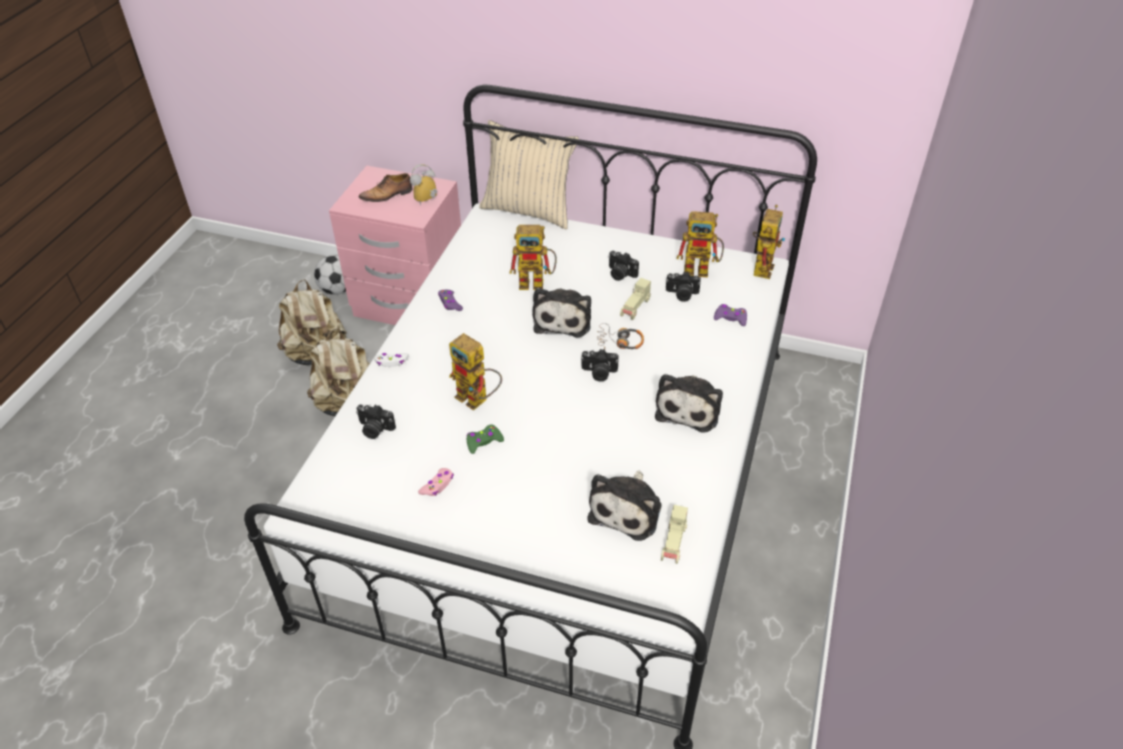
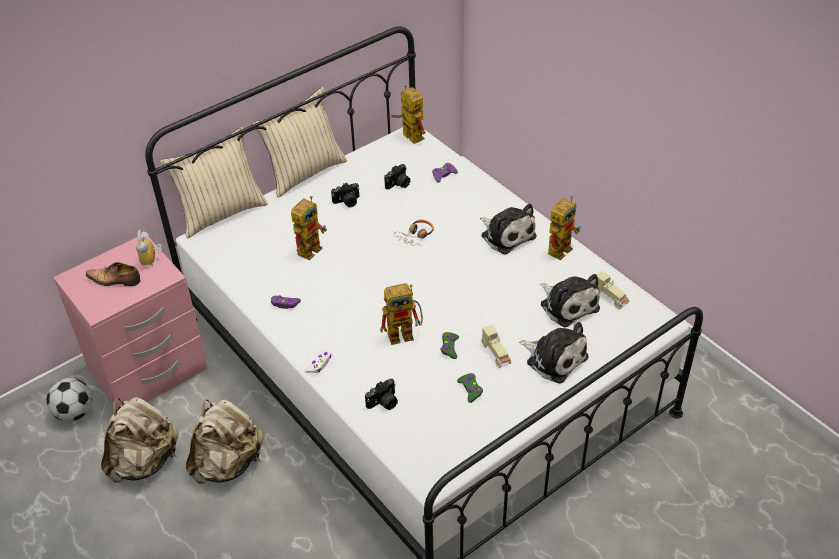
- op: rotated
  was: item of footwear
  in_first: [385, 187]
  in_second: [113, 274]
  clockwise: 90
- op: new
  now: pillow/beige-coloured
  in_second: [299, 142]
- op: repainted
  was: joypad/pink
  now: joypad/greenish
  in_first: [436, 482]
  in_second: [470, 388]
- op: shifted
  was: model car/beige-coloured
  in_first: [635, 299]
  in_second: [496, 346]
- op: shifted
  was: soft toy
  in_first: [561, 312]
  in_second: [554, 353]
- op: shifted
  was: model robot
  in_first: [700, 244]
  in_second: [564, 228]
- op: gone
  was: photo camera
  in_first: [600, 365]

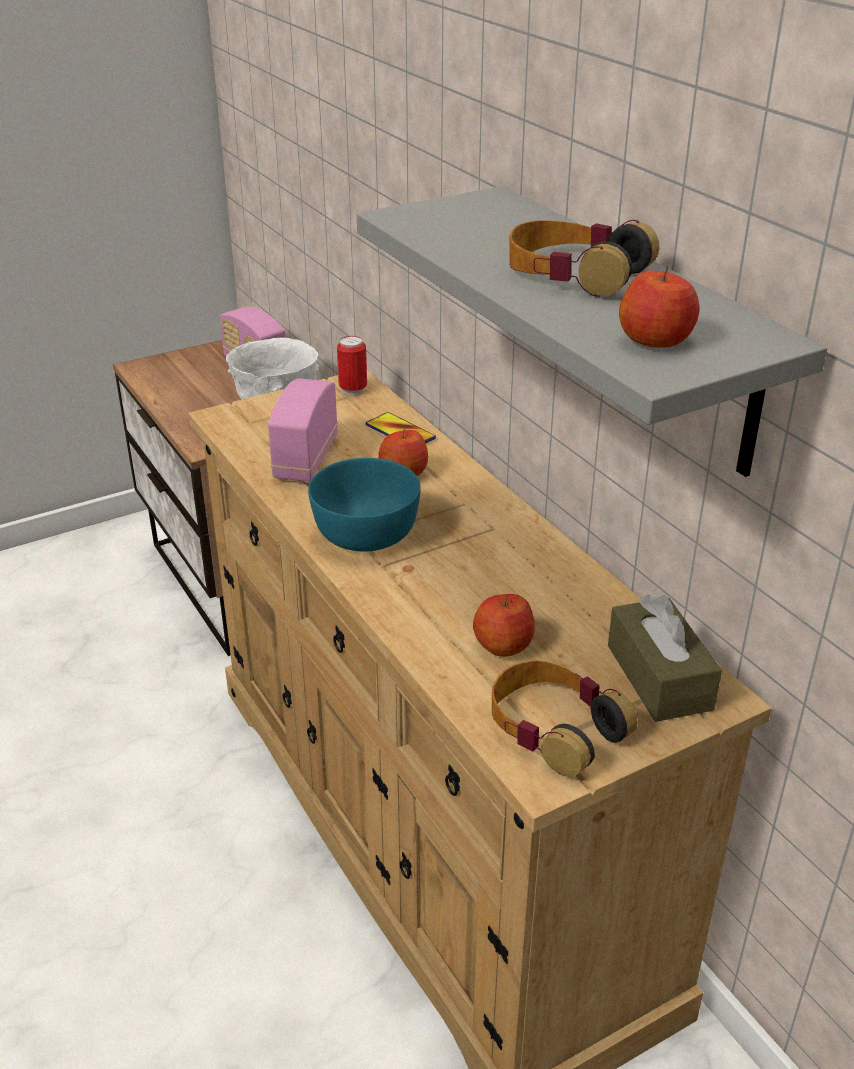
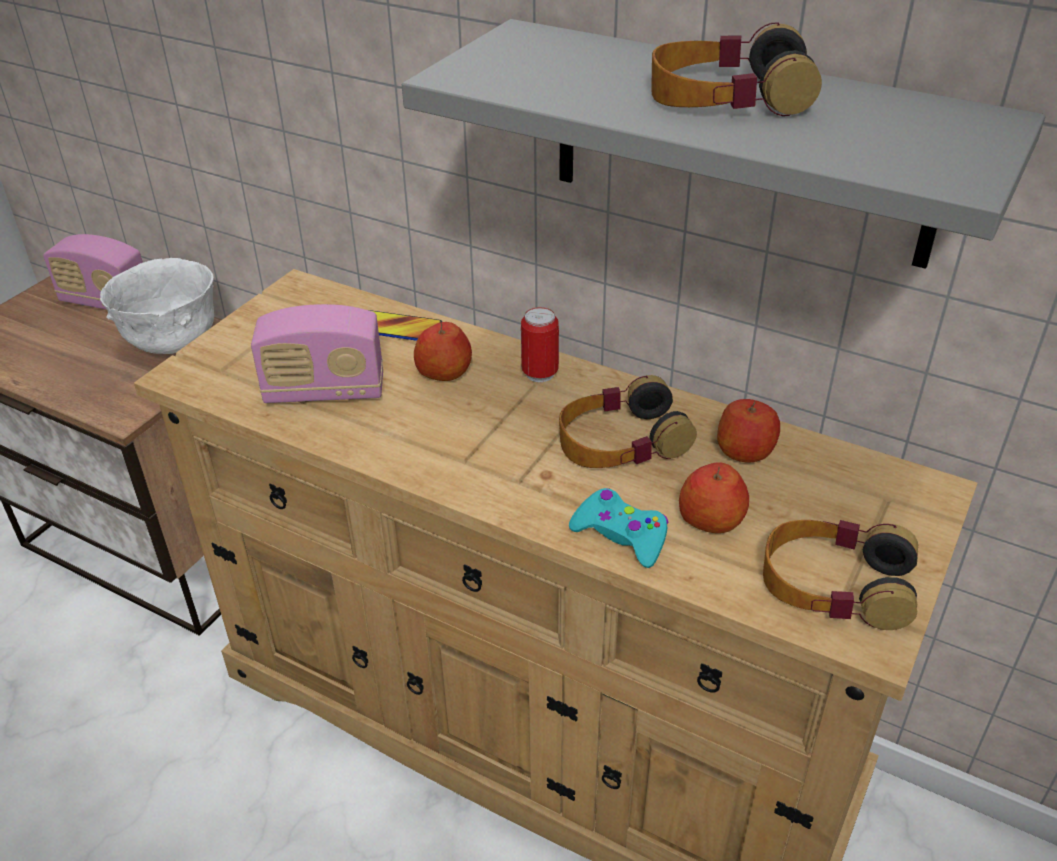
- op: rotated
  was: radio
  in_first: [303, 430]
  in_second: [317, 353]
  clockwise: -75
- op: shifted
  was: can
  in_first: [352, 365]
  in_second: [540, 344]
- op: new
  now: headset
  in_second: [628, 421]
- op: new
  now: joypad/blue-green
  in_second: [619, 528]
- op: shifted
  was: apple fruit
  in_first: [659, 307]
  in_second: [748, 430]
- op: gone
  was: serving bowl/blue-green
  in_first: [364, 505]
- op: gone
  was: box of tissues/brown-coloured
  in_first: [665, 658]

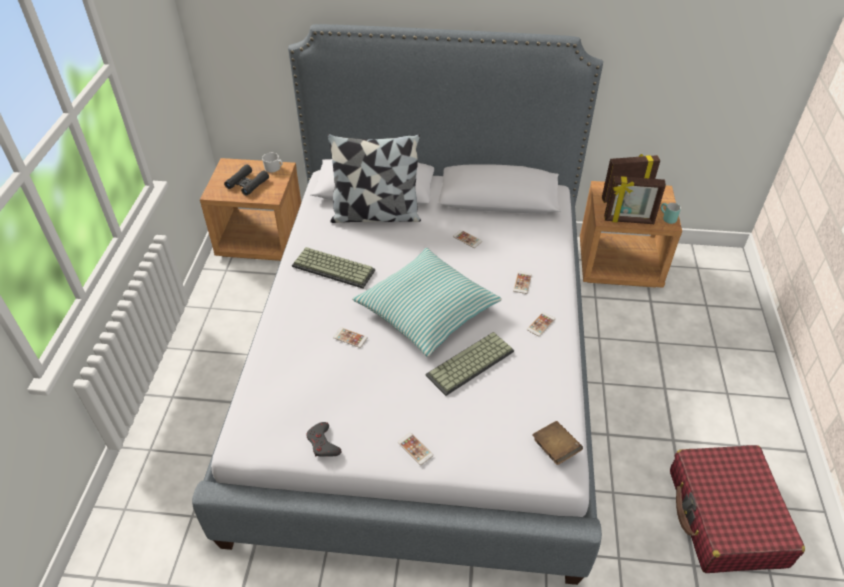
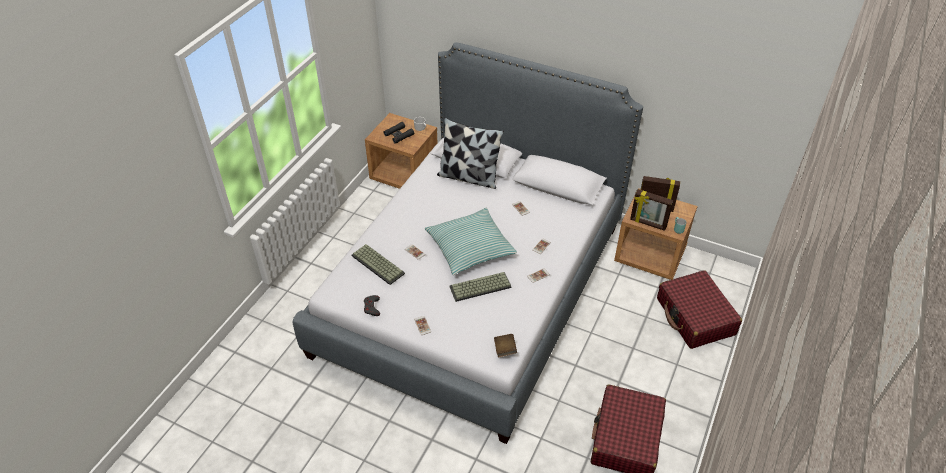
- op: shifted
  was: keyboard
  in_first: [333, 268]
  in_second: [378, 264]
- op: new
  now: piece of luggage/reddish
  in_second: [699, 309]

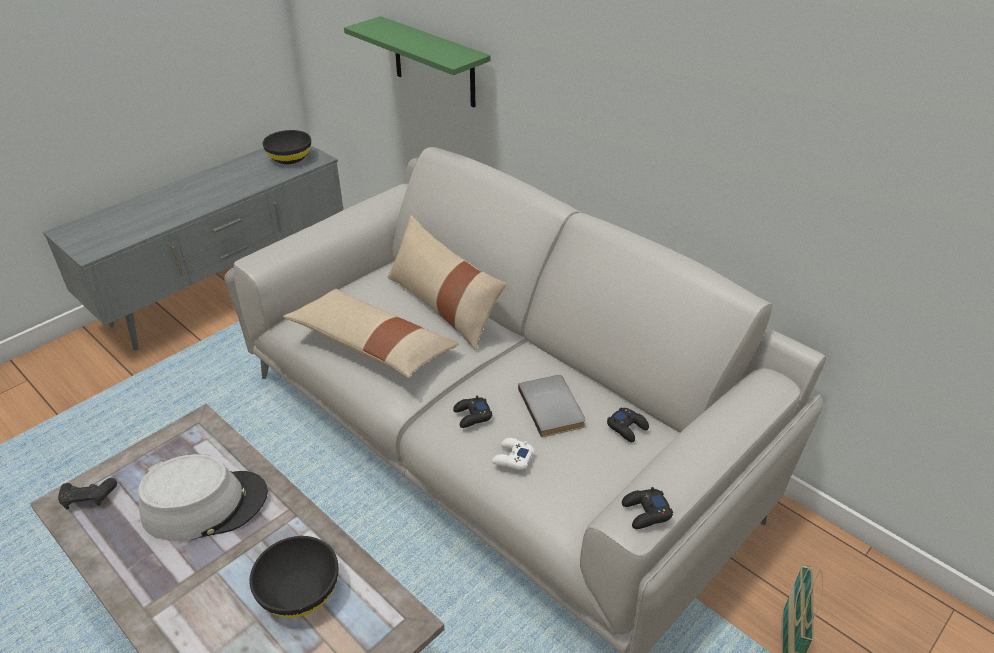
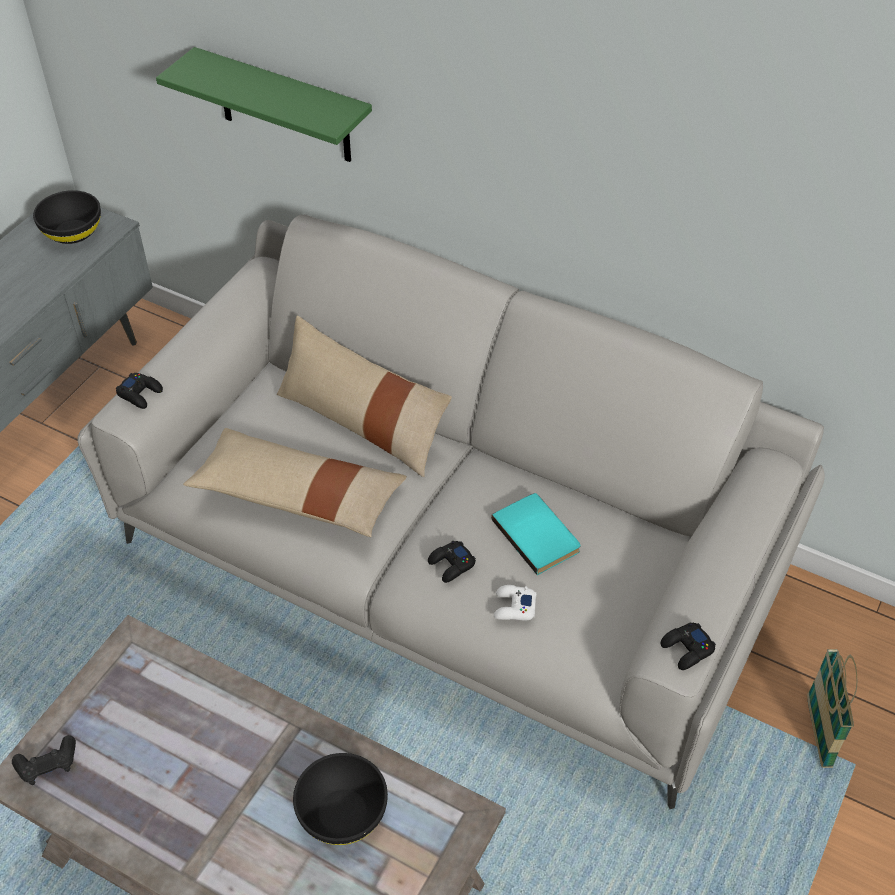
- op: shifted
  was: joypad/blackish
  in_first: [628, 424]
  in_second: [139, 391]
- op: repainted
  was: book/gray
  now: book/blue-green
  in_first: [552, 406]
  in_second: [536, 534]
- op: gone
  was: clothing hat/gray
  in_first: [203, 497]

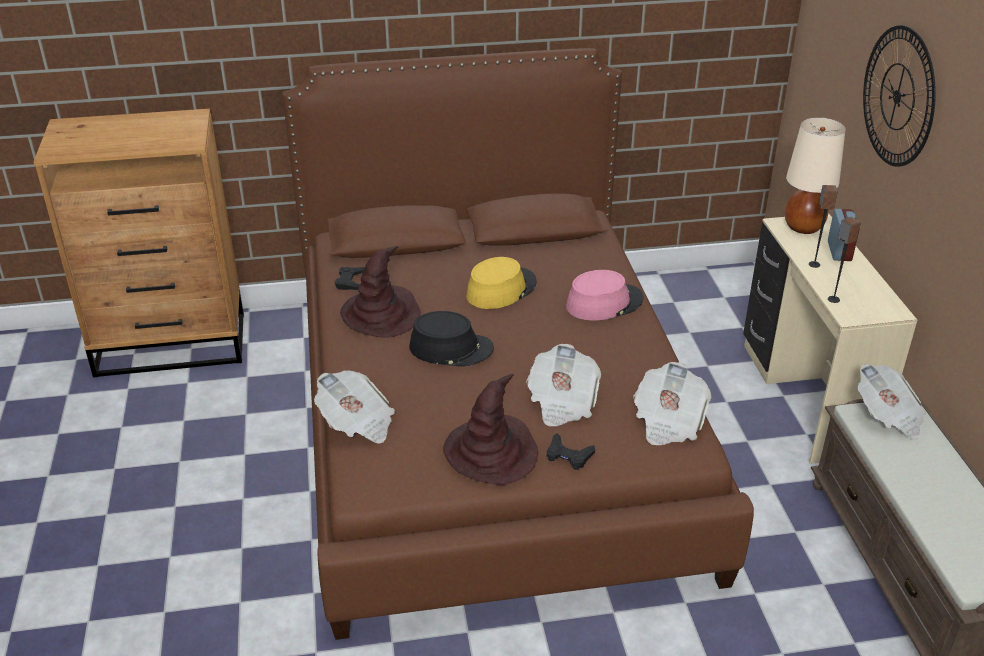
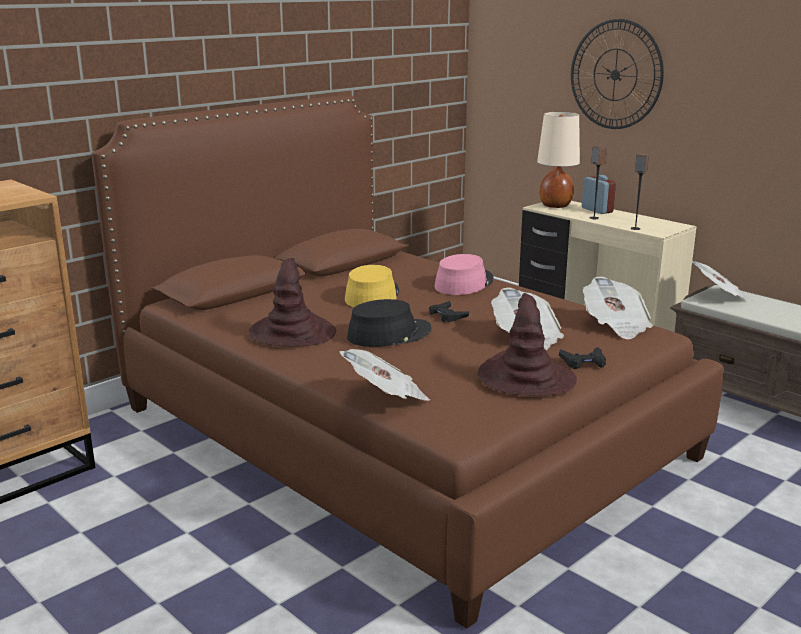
- op: shifted
  was: joypad/blackish
  in_first: [349, 278]
  in_second: [449, 311]

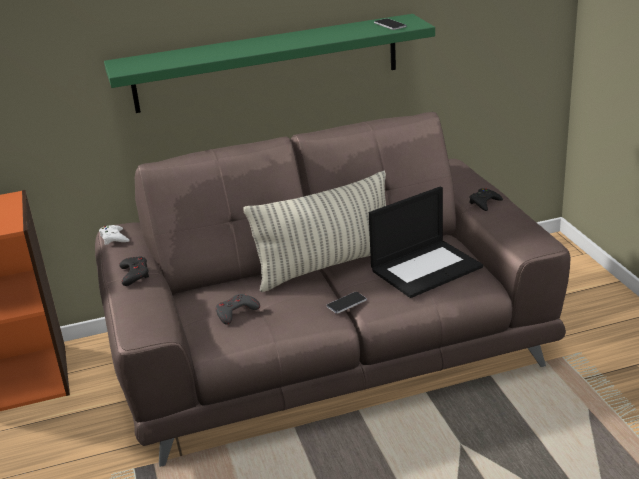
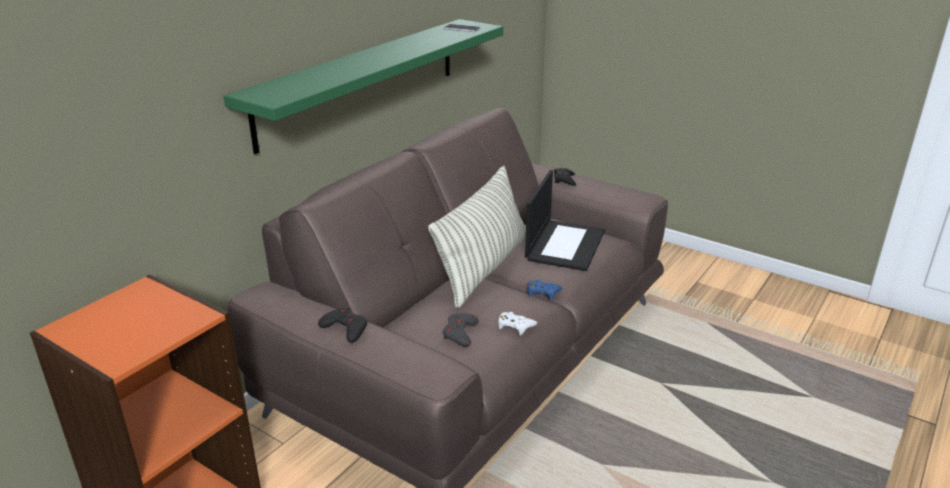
- op: shifted
  was: joypad/white-coloured
  in_first: [114, 235]
  in_second: [517, 323]
- op: swapped
  was: telephone
  now: joypad/bluish
  in_first: [346, 303]
  in_second: [545, 290]

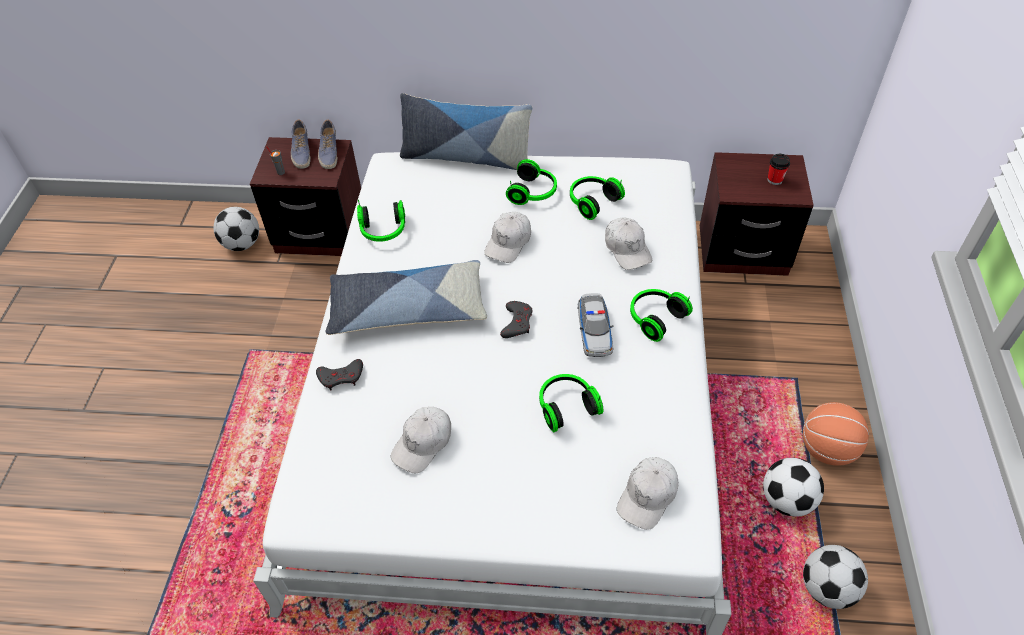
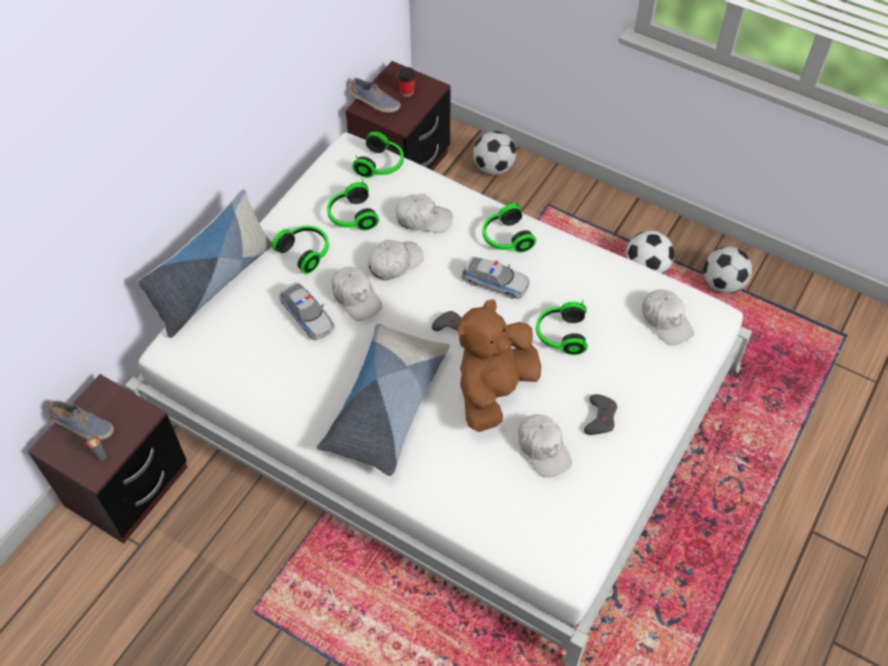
- op: new
  now: model car
  in_second: [307, 311]
- op: shifted
  was: item of footwear
  in_first: [327, 144]
  in_second: [374, 95]
- op: shifted
  was: headset
  in_first: [381, 221]
  in_second: [378, 155]
- op: new
  now: cap/white-coloured
  in_second: [396, 260]
- op: new
  now: soft toy/brown-coloured
  in_second: [499, 365]
- op: shifted
  was: ball for football
  in_first: [236, 229]
  in_second: [494, 153]
- op: shifted
  was: joypad/gray
  in_first: [339, 374]
  in_second: [600, 414]
- op: gone
  was: ball for basketball
  in_first: [836, 434]

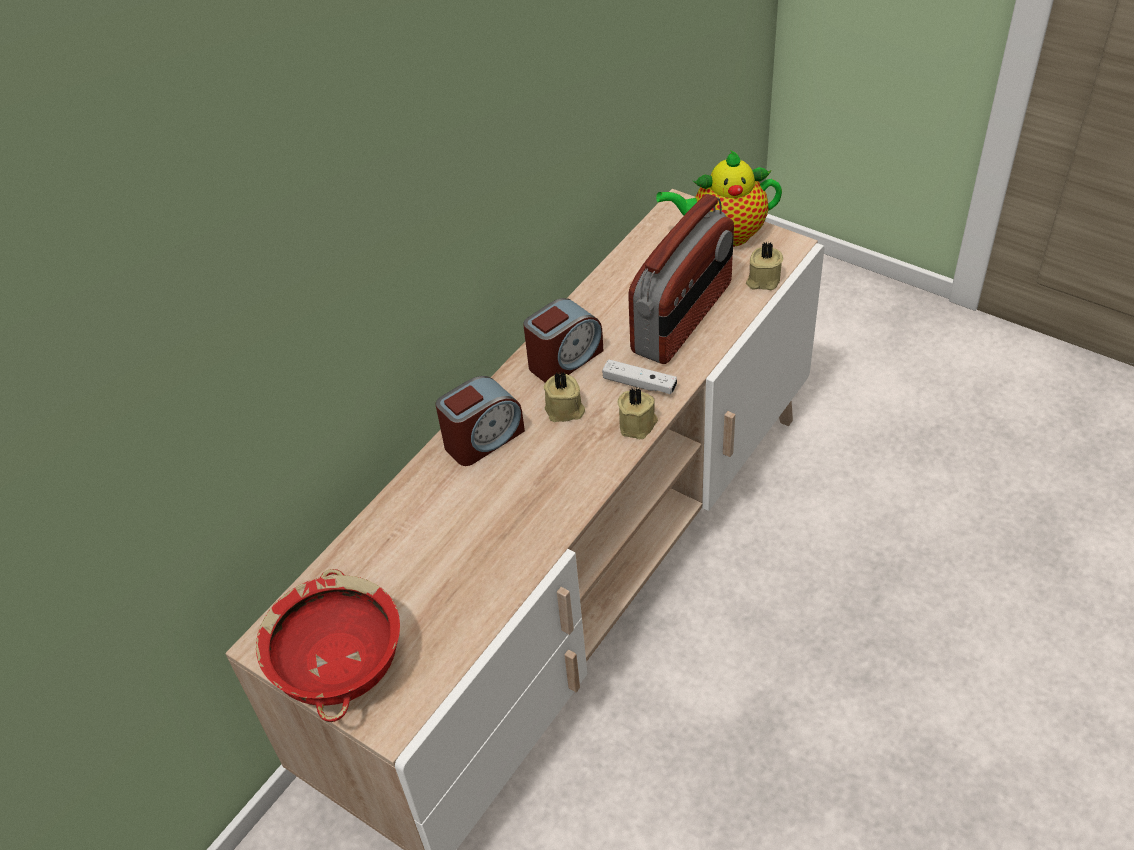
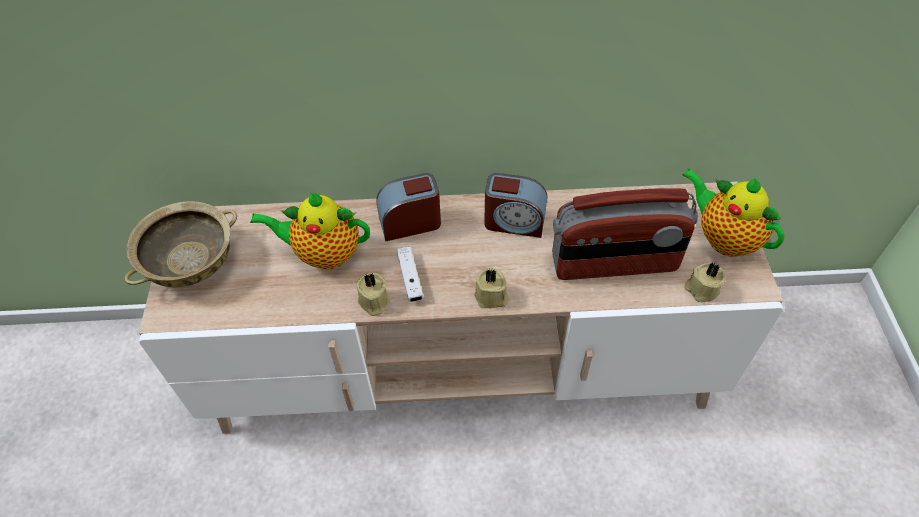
- op: repainted
  was: serving bowl/reddish
  now: serving bowl/beige-coloured
  in_first: [328, 645]
  in_second: [181, 244]
- op: new
  now: pot for tea
  in_second: [310, 230]
- op: shifted
  was: wax light/beige-coloured
  in_first: [564, 396]
  in_second: [373, 294]
- op: rotated
  was: alarm clock
  in_first: [480, 421]
  in_second: [408, 207]
  clockwise: 150
- op: shifted
  was: joypad/white-coloured
  in_first: [639, 376]
  in_second: [410, 274]

